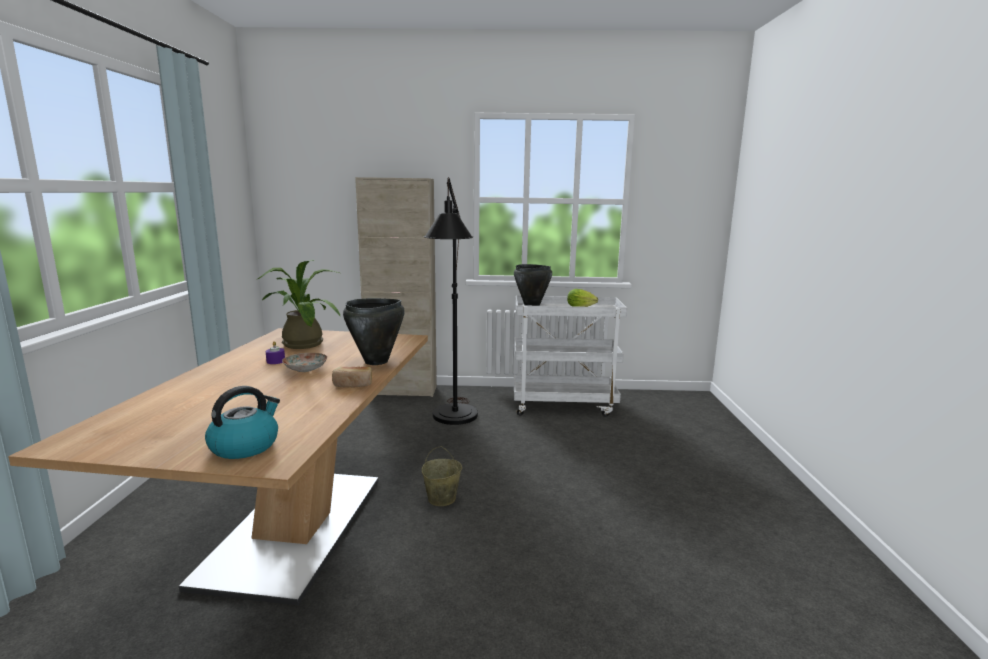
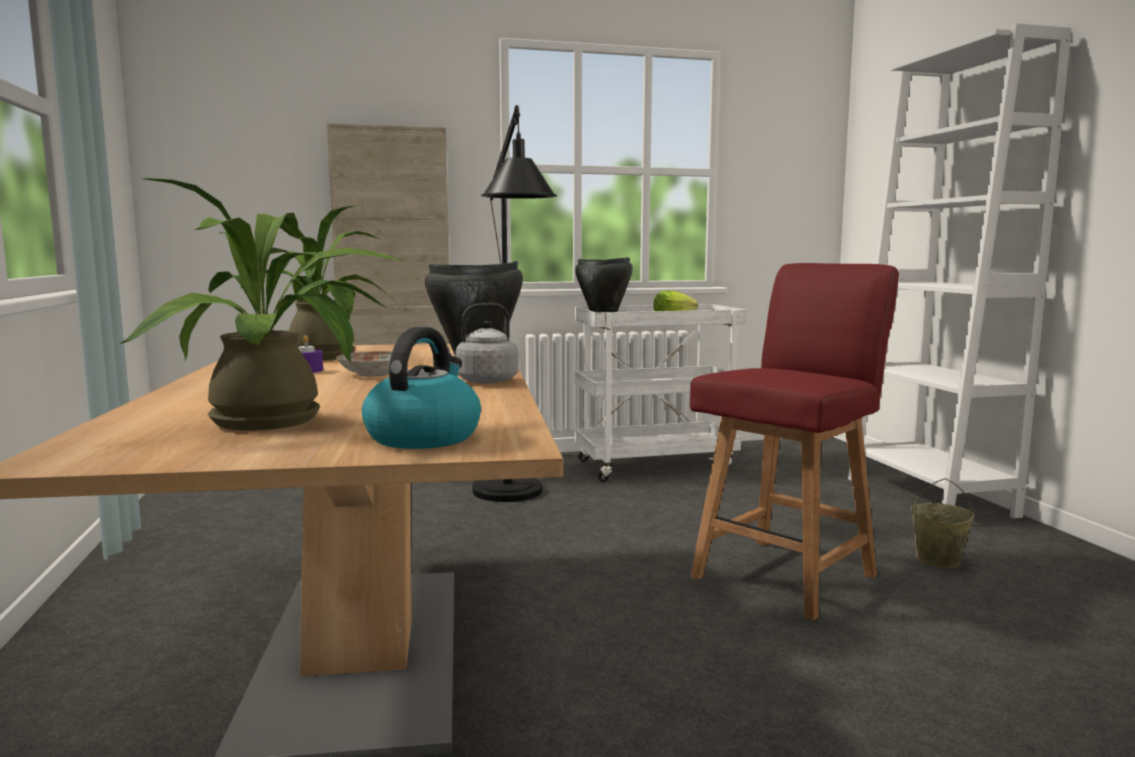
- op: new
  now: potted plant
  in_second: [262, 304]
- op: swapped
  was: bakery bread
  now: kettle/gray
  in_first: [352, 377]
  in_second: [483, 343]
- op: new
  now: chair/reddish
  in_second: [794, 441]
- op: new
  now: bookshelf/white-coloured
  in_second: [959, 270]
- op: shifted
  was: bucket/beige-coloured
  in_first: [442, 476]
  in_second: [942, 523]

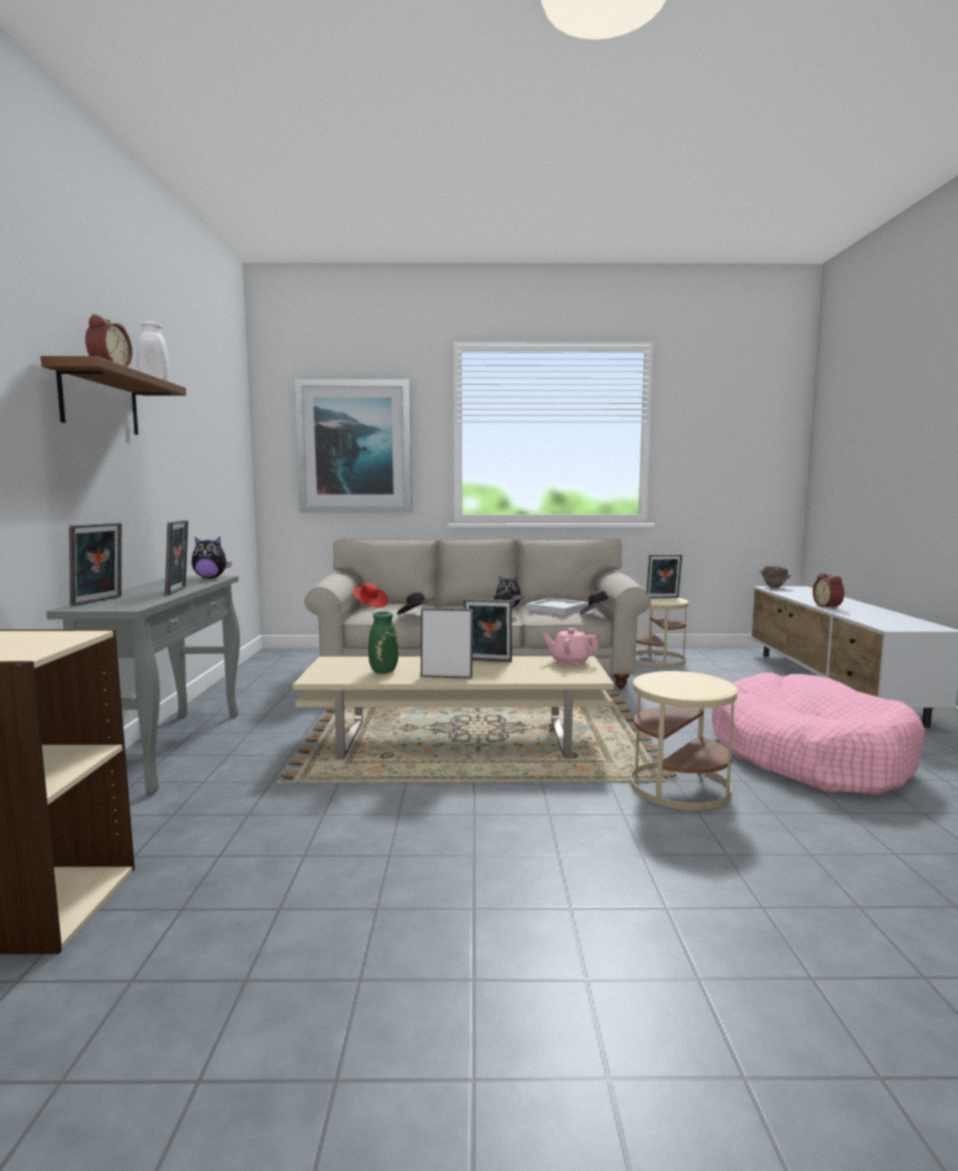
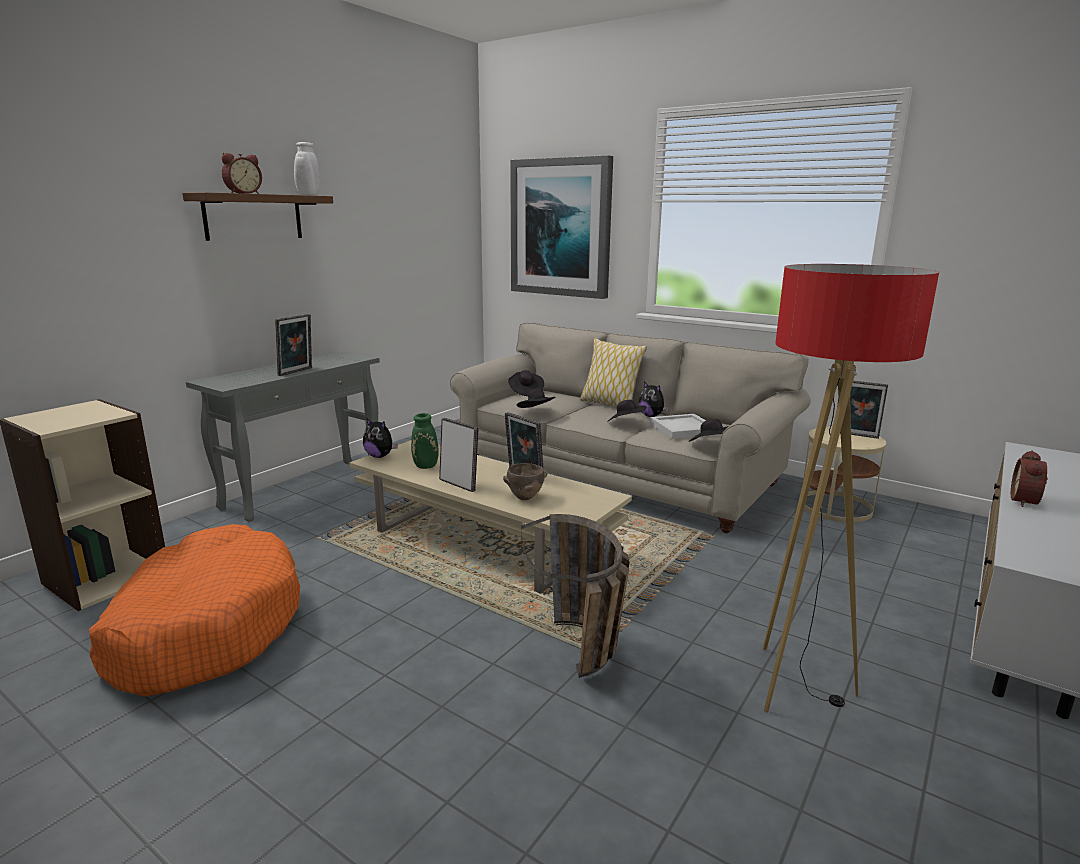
- op: new
  now: dog bed/orange
  in_second: [194, 610]
- op: shifted
  was: soft toy
  in_first: [212, 558]
  in_second: [380, 438]
- op: shifted
  was: serving bowl/brown-coloured
  in_first: [776, 577]
  in_second: [525, 481]
- op: repainted
  was: clothing hat/reddish
  now: clothing hat/blackish
  in_first: [370, 595]
  in_second: [526, 383]
- op: swapped
  was: accent table/beige-coloured
  now: storage basket
  in_first: [684, 740]
  in_second: [575, 596]
- op: new
  now: pillow
  in_second: [613, 372]
- op: swapped
  was: dog bed/pink
  now: standing lamp
  in_first: [818, 733]
  in_second: [851, 488]
- op: gone
  was: picture frame
  in_first: [95, 564]
- op: gone
  was: pot for tea/pink
  in_first: [571, 647]

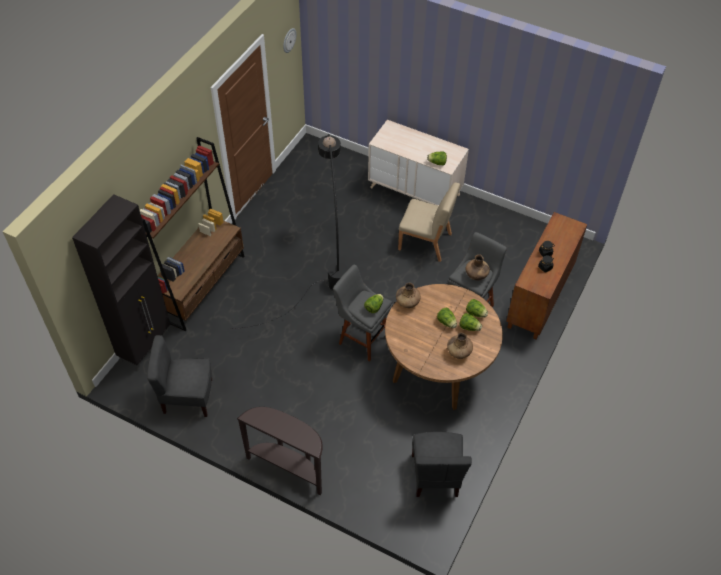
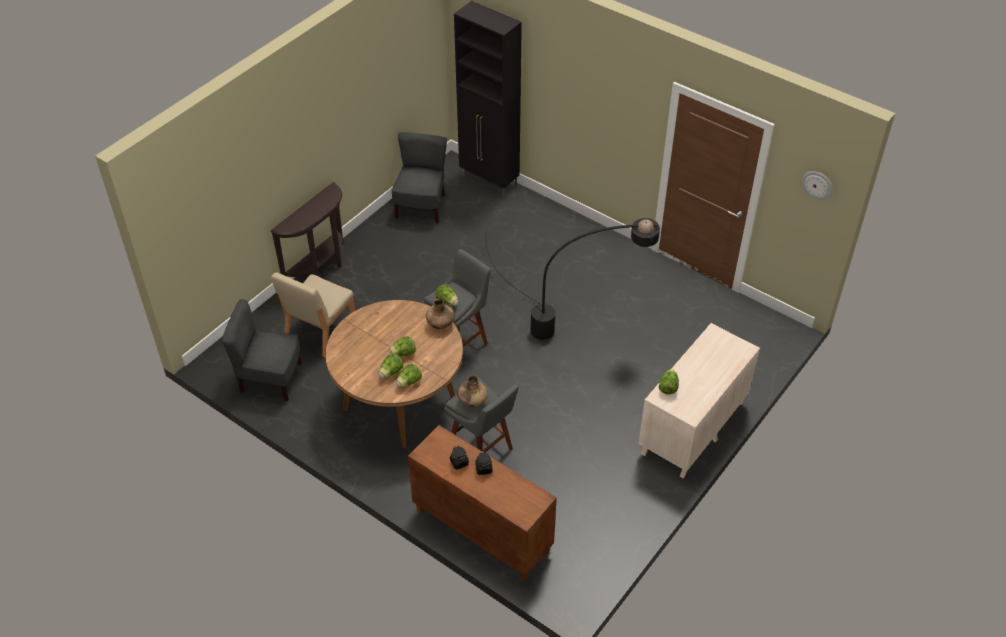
- op: shifted
  was: chair/beige-coloured
  in_first: [429, 222]
  in_second: [313, 314]
- op: gone
  was: bookshelf/brown-coloured
  in_first: [192, 234]
- op: gone
  was: vase/brown-coloured
  in_first: [460, 346]

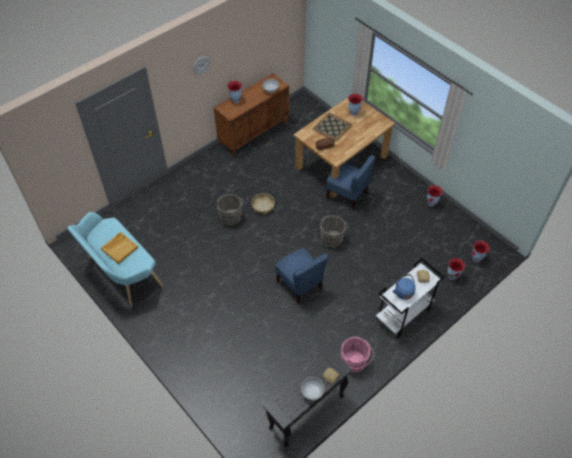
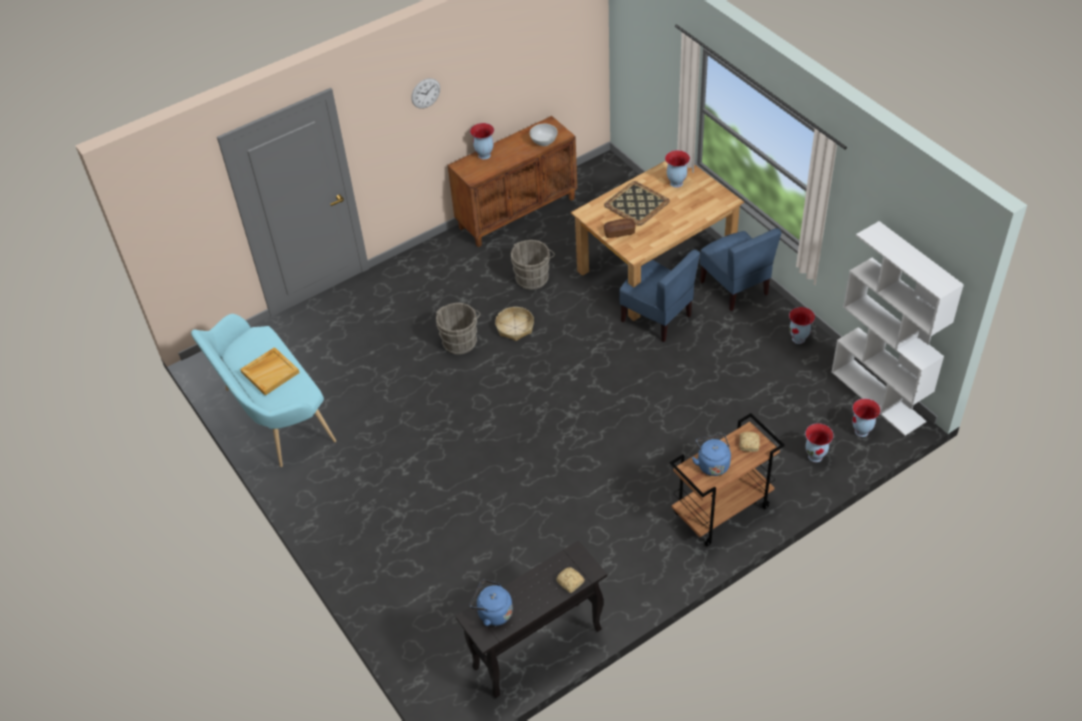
- op: new
  now: kettle/bluish
  in_second: [491, 603]
- op: shifted
  was: bucket/gray
  in_first: [334, 232]
  in_second: [533, 265]
- op: repainted
  was: trolley/white-coloured
  now: trolley/brown-coloured
  in_first: [410, 298]
  in_second: [727, 479]
- op: shifted
  was: chair/bluish
  in_first: [301, 276]
  in_second: [741, 269]
- op: new
  now: bookshelf/white-coloured
  in_second: [897, 328]
- op: gone
  was: serving bowl/white-coloured
  in_first: [313, 388]
- op: gone
  was: bucket/pink
  in_first: [357, 354]

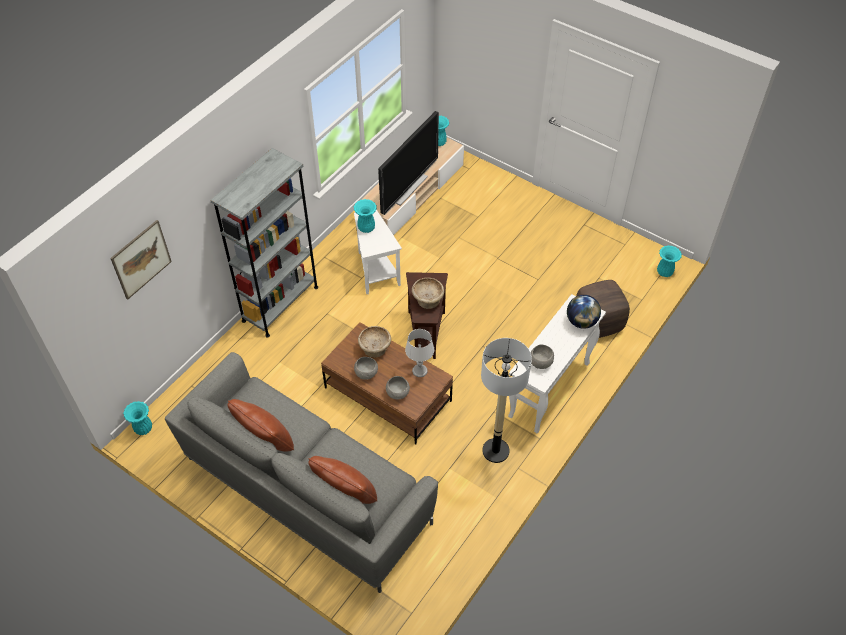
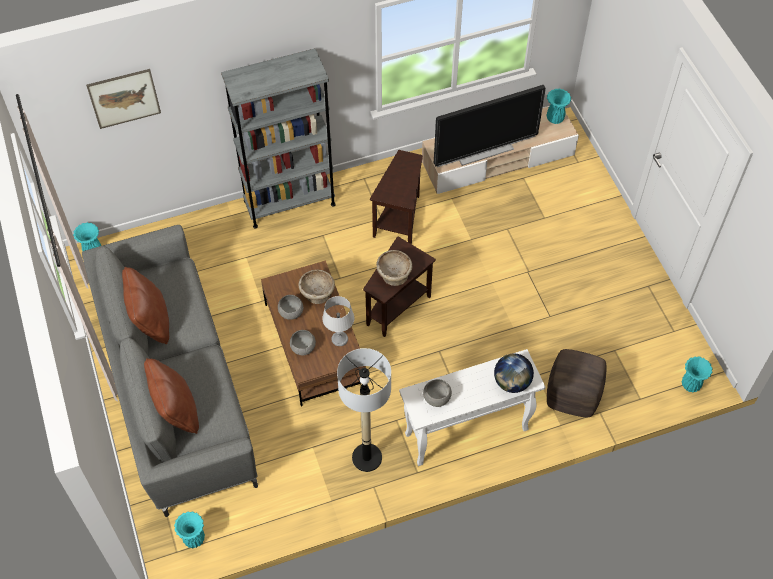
- op: shifted
  was: vase/blue-green
  in_first: [365, 216]
  in_second: [189, 529]
- op: repainted
  was: accent table/white-coloured
  now: accent table/brown-coloured
  in_first: [378, 251]
  in_second: [396, 197]

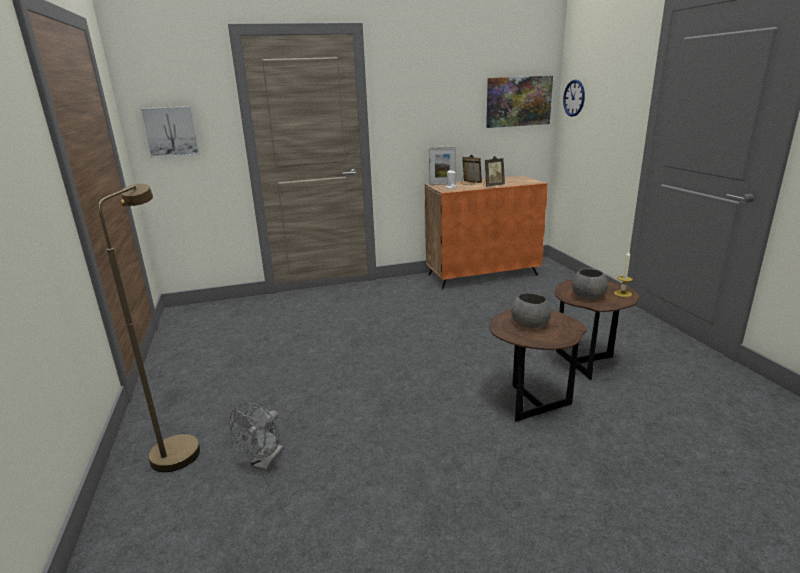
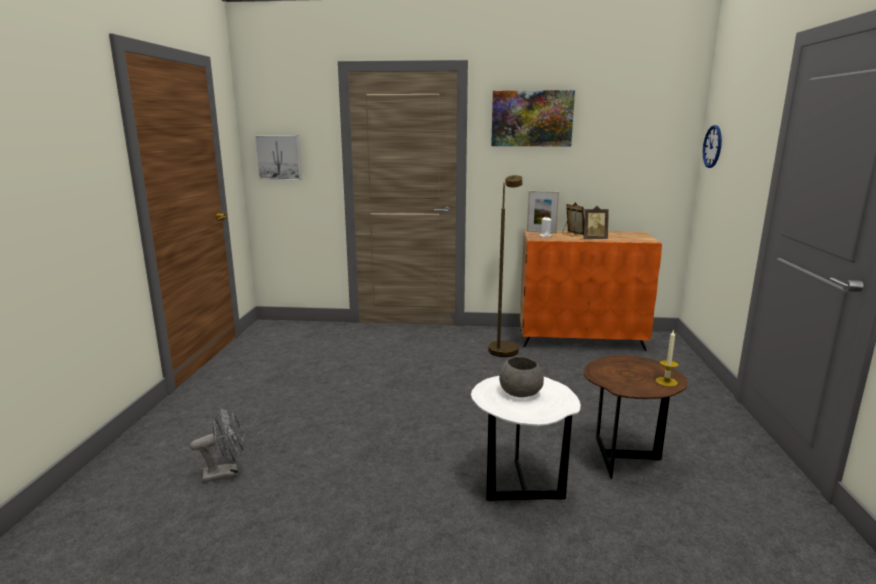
- op: rotated
  was: electric fan/gray
  in_first: [256, 437]
  in_second: [217, 445]
  clockwise: -150
- op: repainted
  was: accent table/brown-coloured
  now: accent table/white-coloured
  in_first: [538, 365]
  in_second: [526, 438]
- op: shifted
  was: standing lamp/brown-coloured
  in_first: [149, 327]
  in_second: [505, 266]
- op: shifted
  was: picture
  in_first: [519, 102]
  in_second: [533, 118]
- op: gone
  was: serving bowl/gray
  in_first: [590, 284]

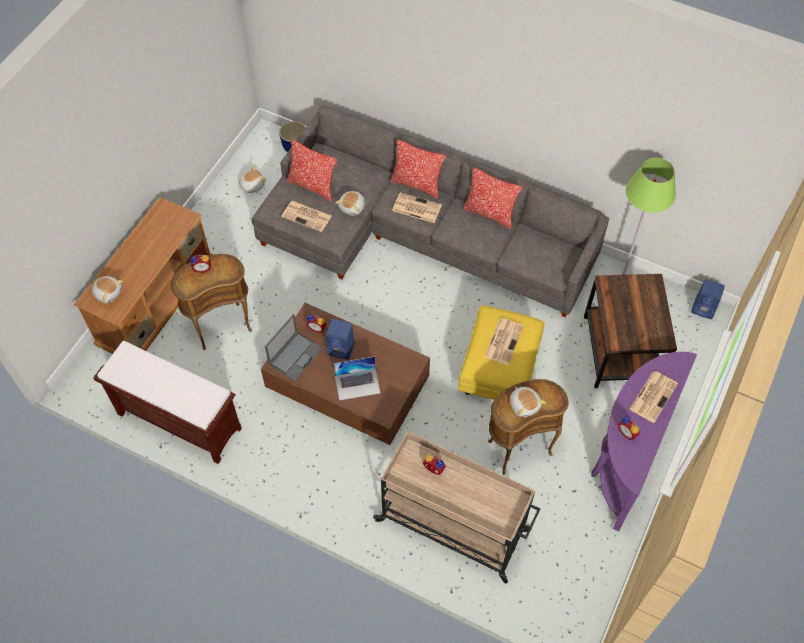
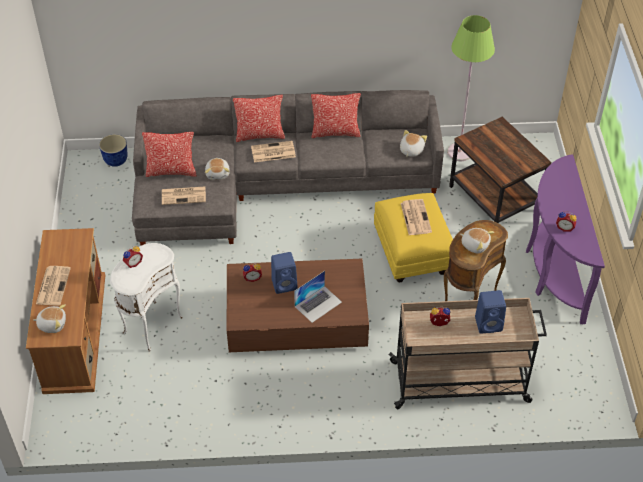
- op: shifted
  was: newspaper
  in_first: [653, 397]
  in_second: [53, 286]
- op: repainted
  was: accent table/brown-coloured
  now: accent table/white-coloured
  in_first: [211, 302]
  in_second: [146, 297]
- op: shifted
  was: soft toy
  in_first: [252, 179]
  in_second: [413, 143]
- op: shifted
  was: loudspeaker/bluish
  in_first: [708, 299]
  in_second: [490, 312]
- op: gone
  was: bench/brown-coloured
  in_first: [167, 402]
- op: gone
  was: notebook computer
  in_first: [294, 347]

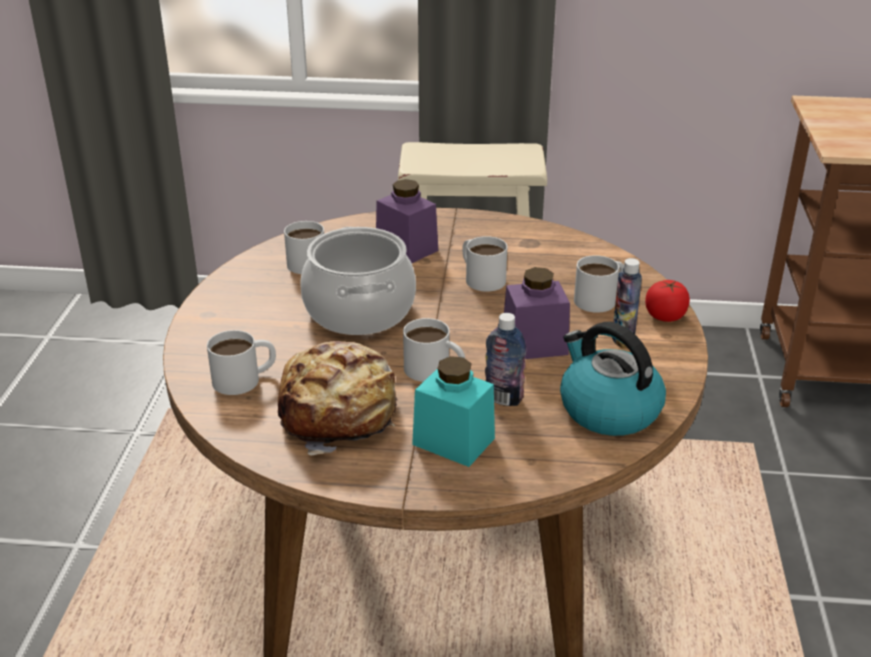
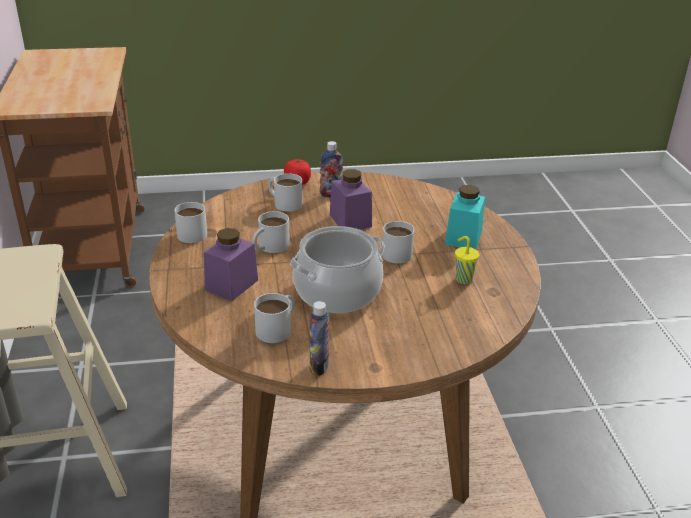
- op: shifted
  was: tea mug/white-coloured
  in_first: [241, 362]
  in_second: [190, 222]
- op: shifted
  was: beverage bottle
  in_first: [505, 359]
  in_second: [319, 338]
- op: swapped
  was: bakery bread
  now: cup/yellow
  in_first: [337, 398]
  in_second: [467, 260]
- op: gone
  was: kettle
  in_first: [613, 379]

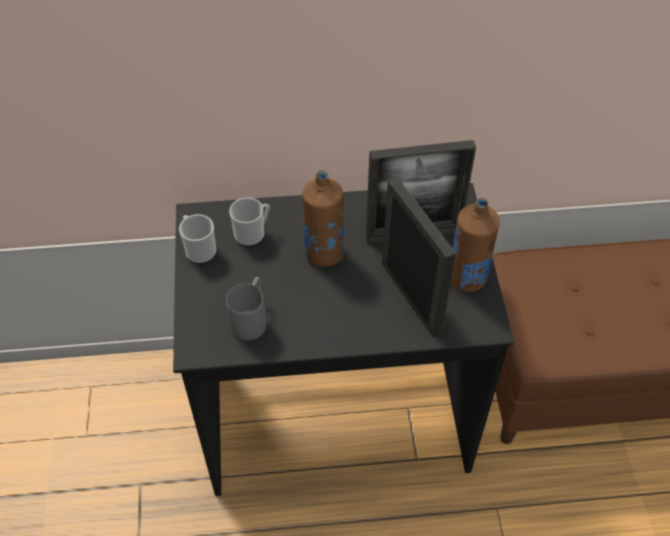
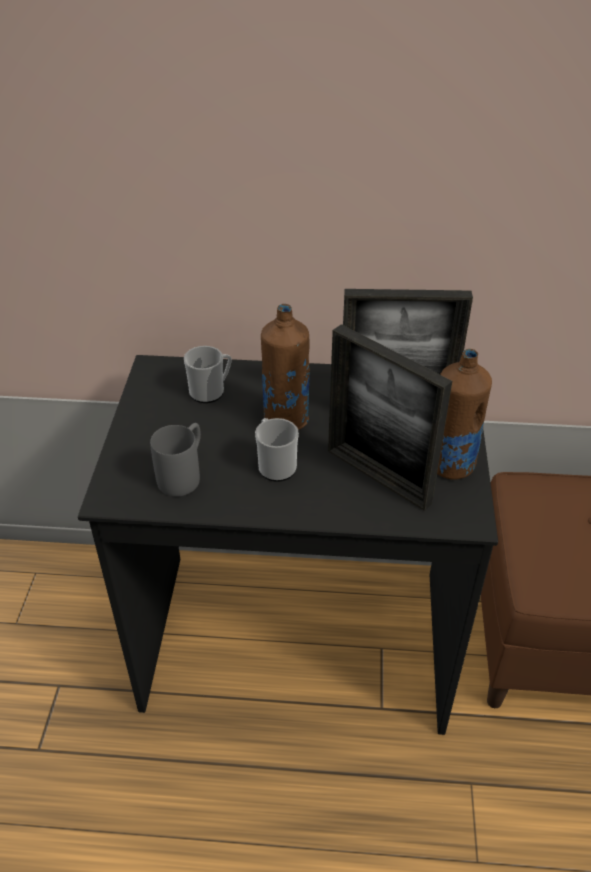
- op: shifted
  was: tea mug
  in_first: [197, 239]
  in_second: [277, 450]
- op: rotated
  was: picture frame
  in_first: [419, 257]
  in_second: [390, 417]
  clockwise: 150

